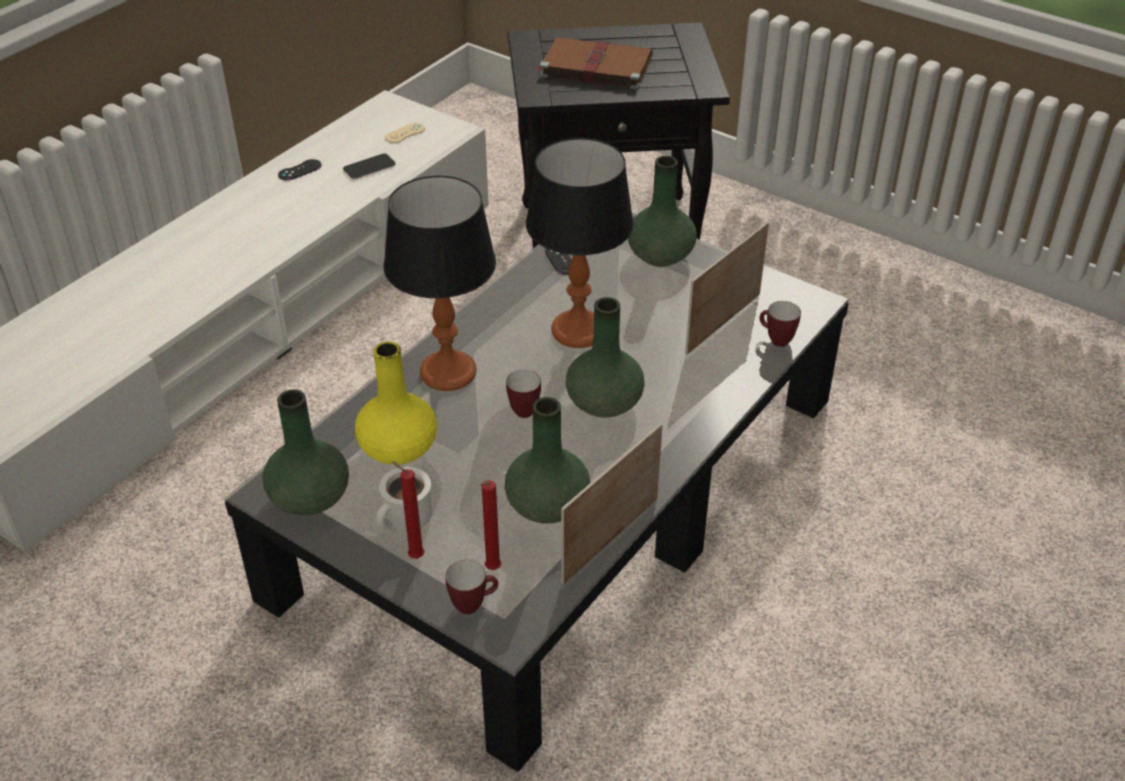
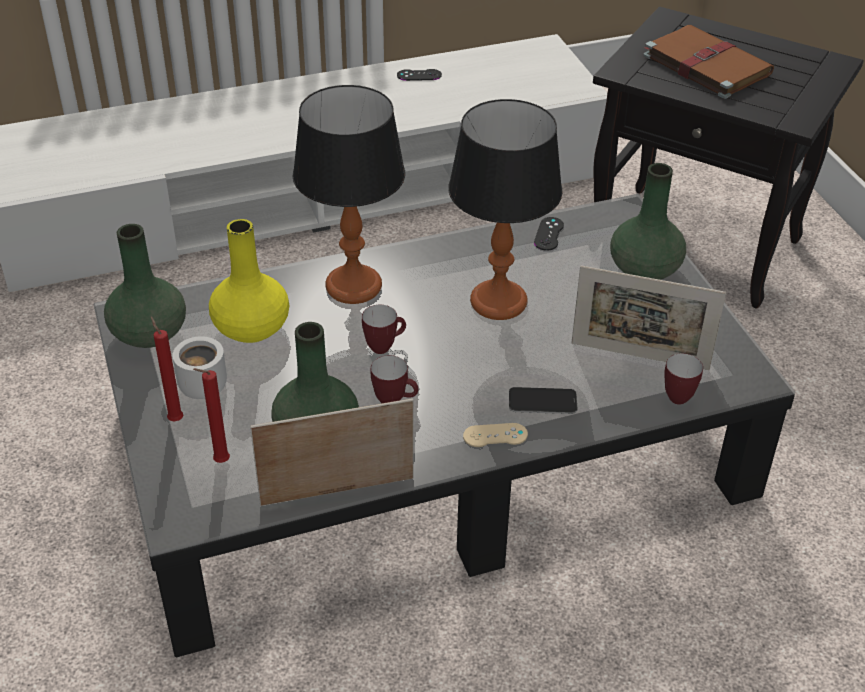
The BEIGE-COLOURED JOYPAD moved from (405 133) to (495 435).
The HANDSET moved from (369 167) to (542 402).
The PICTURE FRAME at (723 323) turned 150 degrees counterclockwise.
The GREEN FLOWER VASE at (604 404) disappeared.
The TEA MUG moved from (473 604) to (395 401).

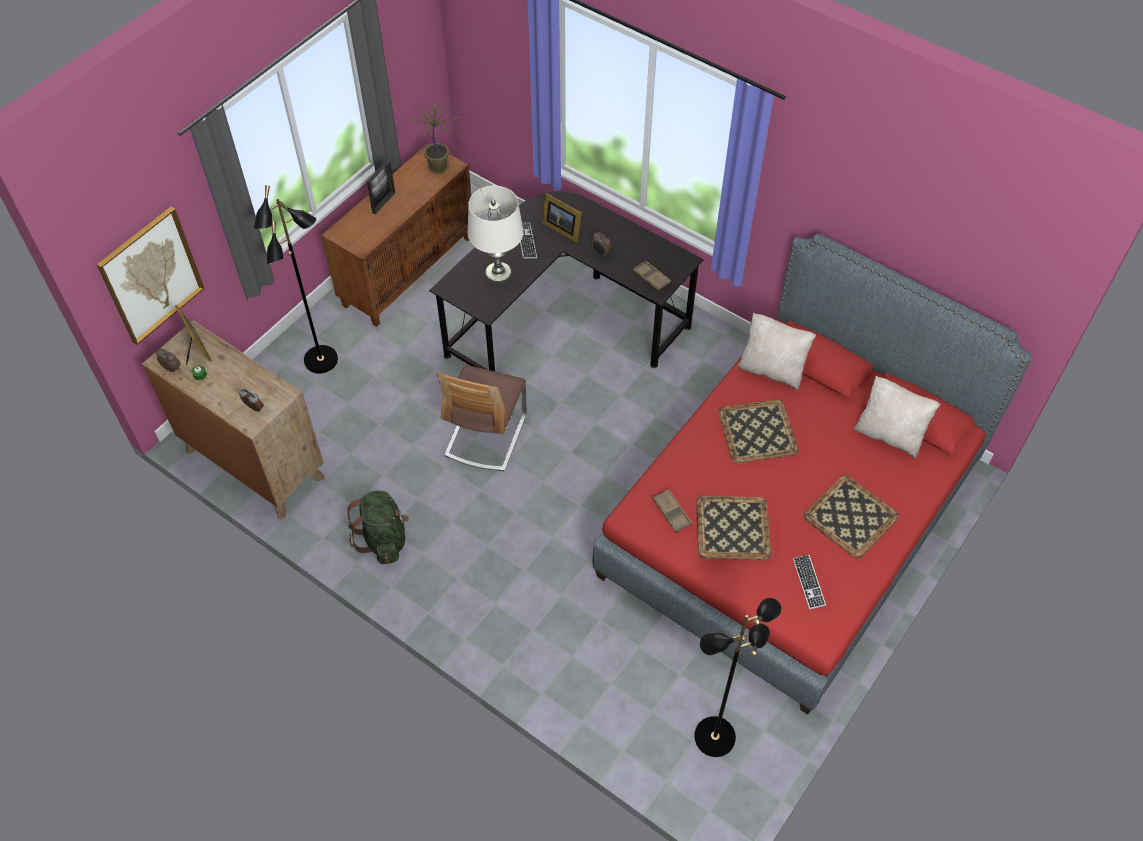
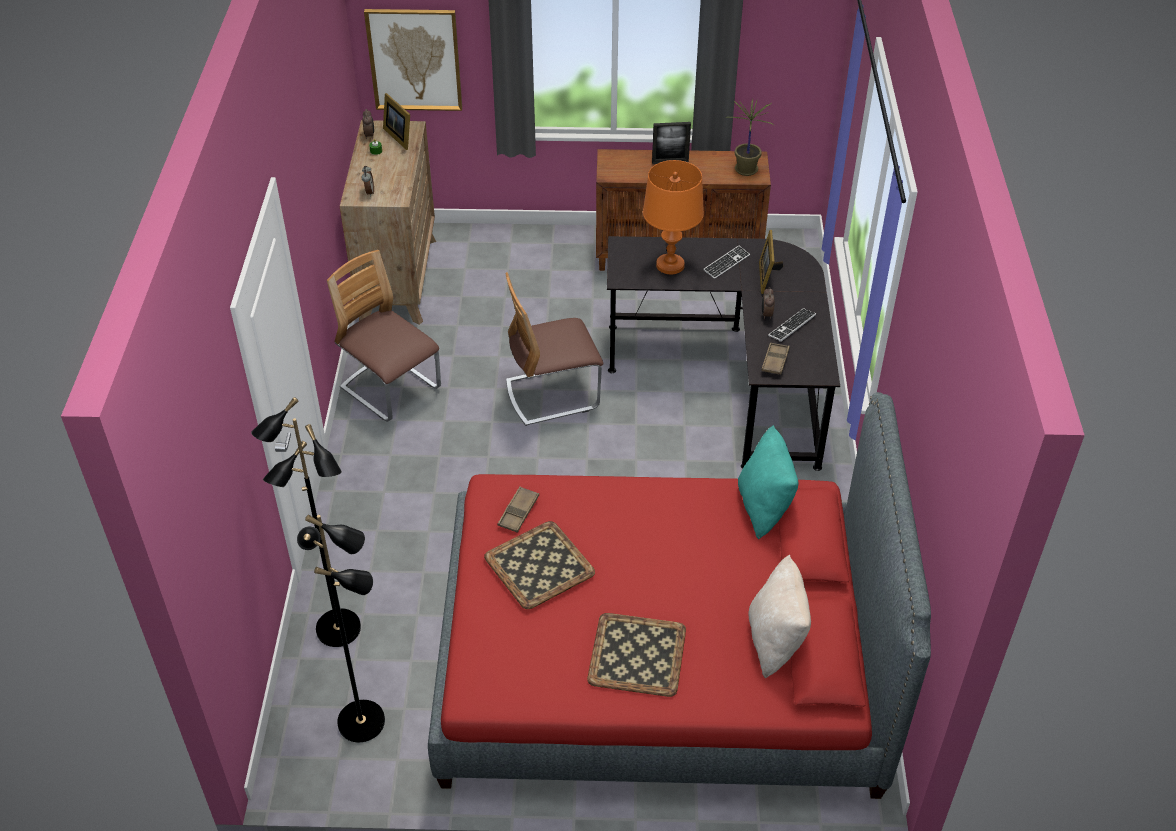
The BLACK FLOOR LAMP moved from (321 361) to (337 630).
The WHITISH LAMP FOR A TABLE at (498 274) became the ORANGE LAMP FOR A TABLE at (670 265).
The PICTURE FRAME at (196 348) turned 120 degrees clockwise.
The BEIGE-COLOURED CUSHION at (771 369) became the TURQUOISE CUSHION at (764 507).
The SERVING TRAY at (757 432) disappeared.
The GREEN BACKPACK at (384 539) was replaced by the UPRIGHT CHAIR at (390 389).
The COMPUTER KEYBOARD moved from (808 582) to (792 326).

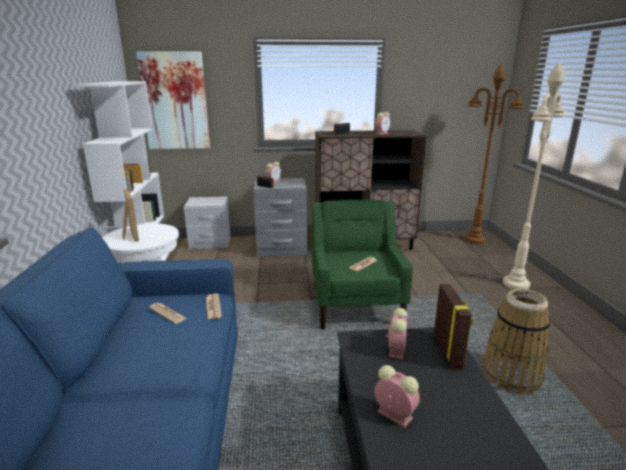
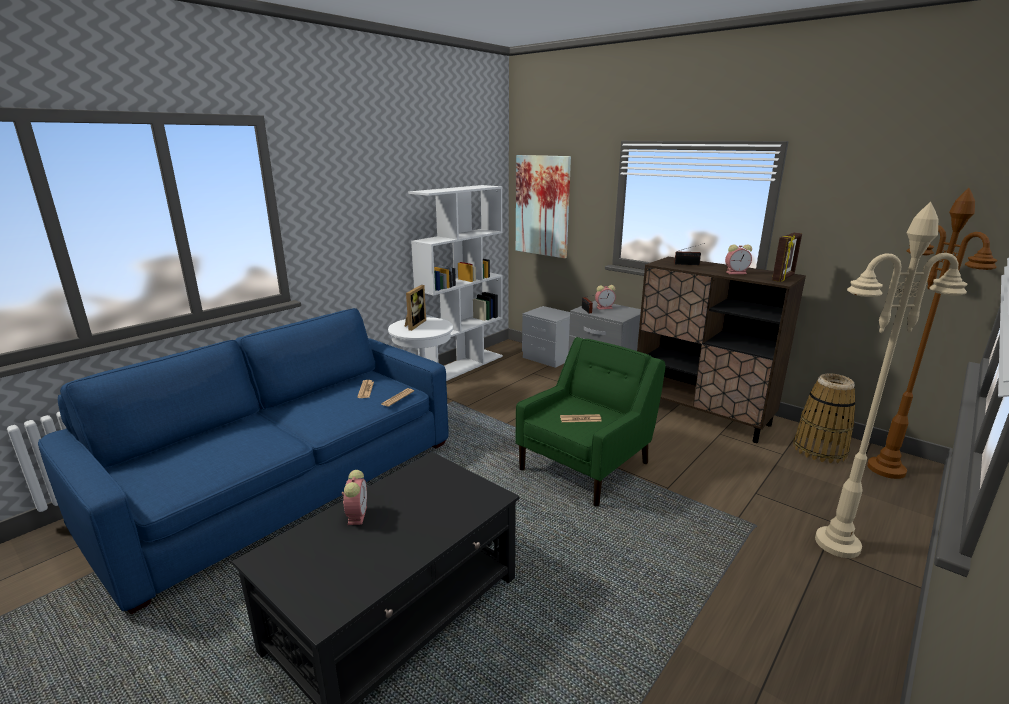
The PICTURE FRAME moved from (448 351) to (783 278).
The STORAGE BASKET moved from (511 375) to (820 450).
The ALARM CLOCK at (396 349) disappeared.

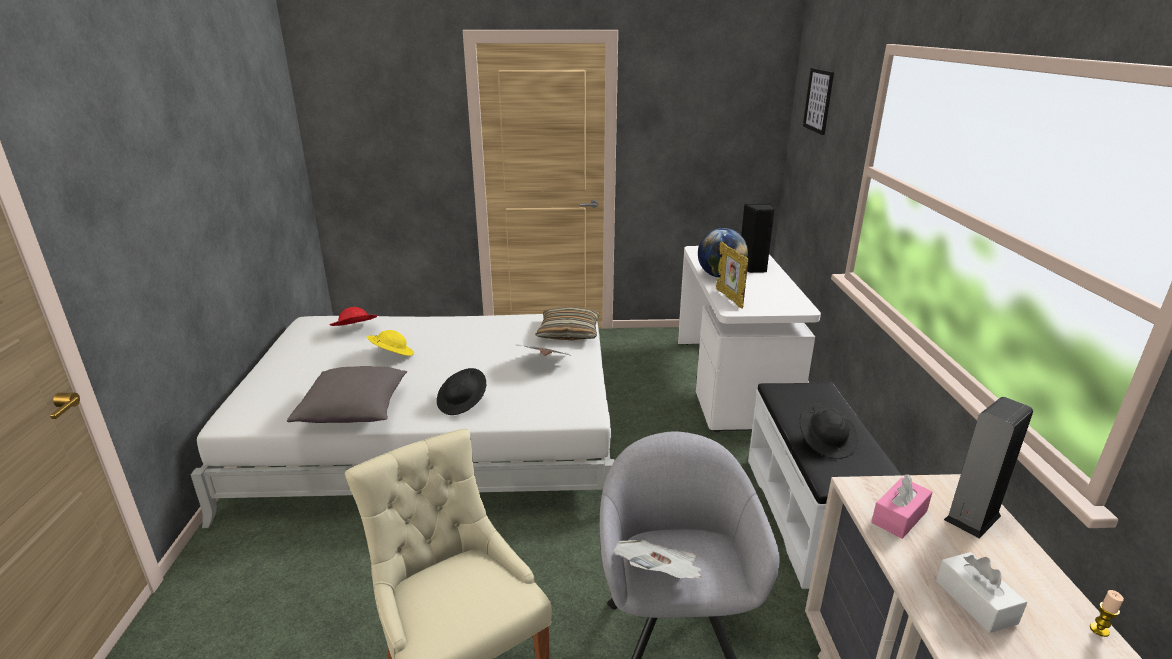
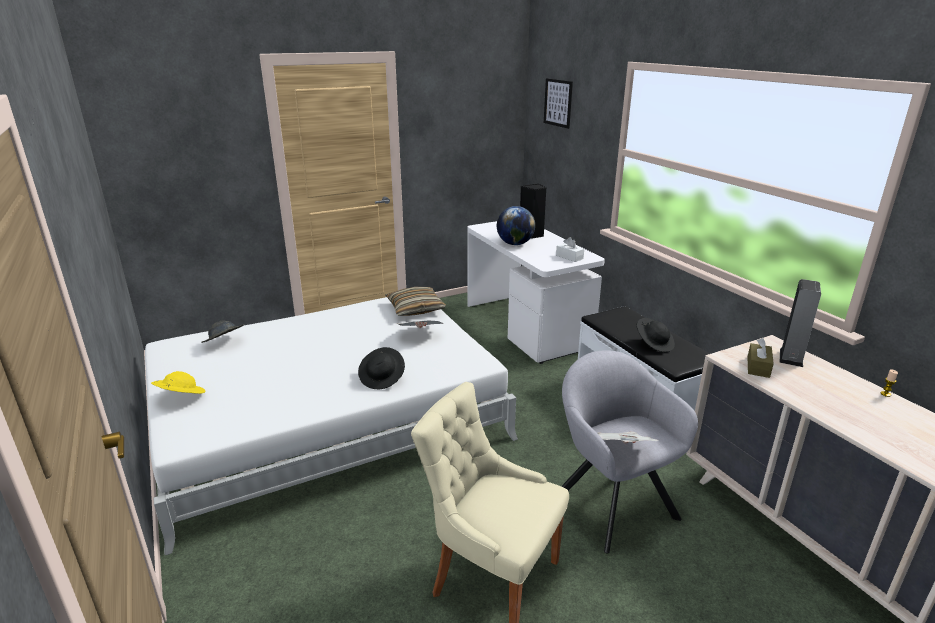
The PICTURE FRAME at (729 299) disappeared.
The REDDISH WEARABLE HAT at (355 330) became the GRAY WEARABLE HAT at (224 343).
The YELLOWISH WEARABLE HAT moved from (391 355) to (180 397).
The GRAY CUSHION at (354 412) disappeared.
The PINK-COLOURED TISSUE HOLDER at (899 517) became the BROWNISH TISSUE HOLDER at (758 367).
The WHITISH TISSUE HOLDER moved from (975 601) to (569 257).

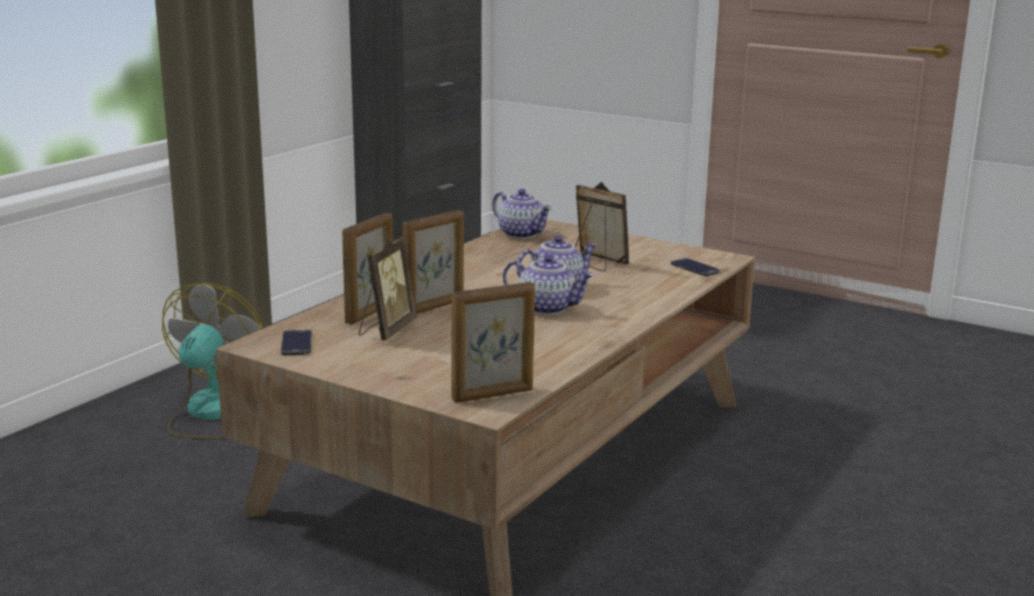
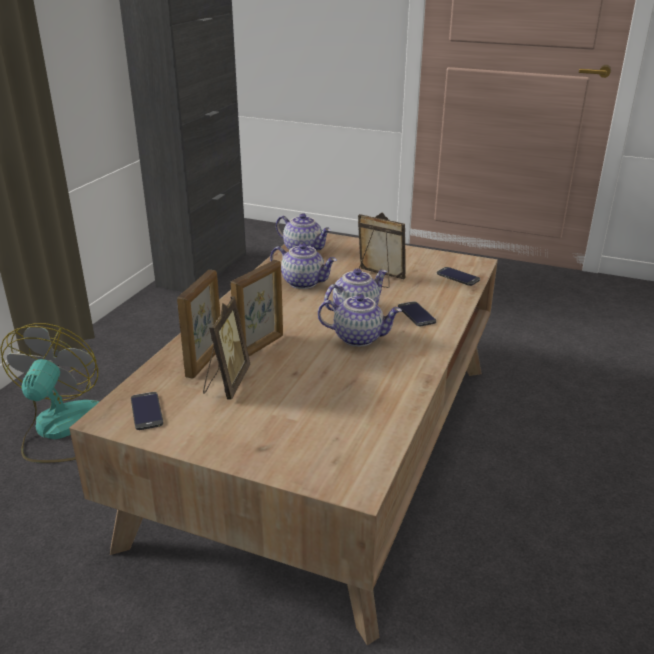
The PICTURE FRAME at (493 395) disappeared.
The TEAPOT at (304 282) appeared.
The HANDSET at (416 314) appeared.

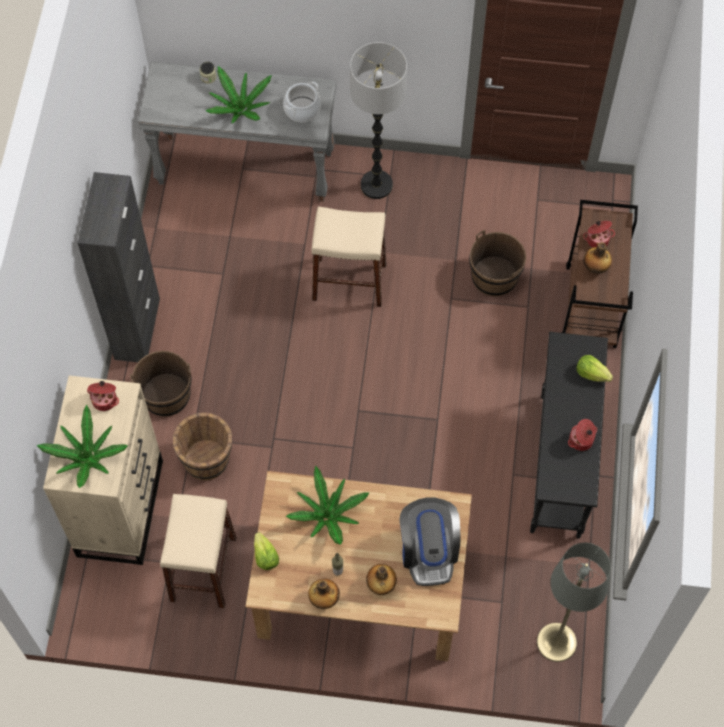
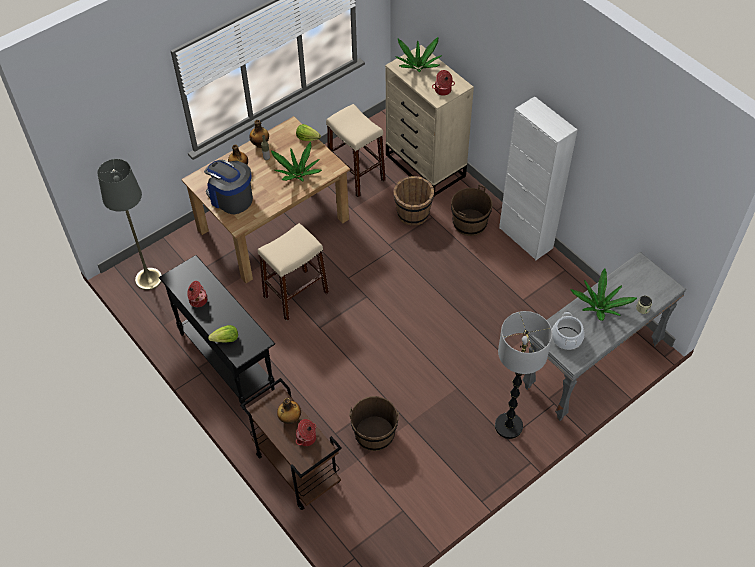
The BLACK STORAGE CABINET at (137 329) became the WHITISH STORAGE CABINET at (525 238).
The BEIGE-COLOURED STOOL moved from (349 282) to (296 294).

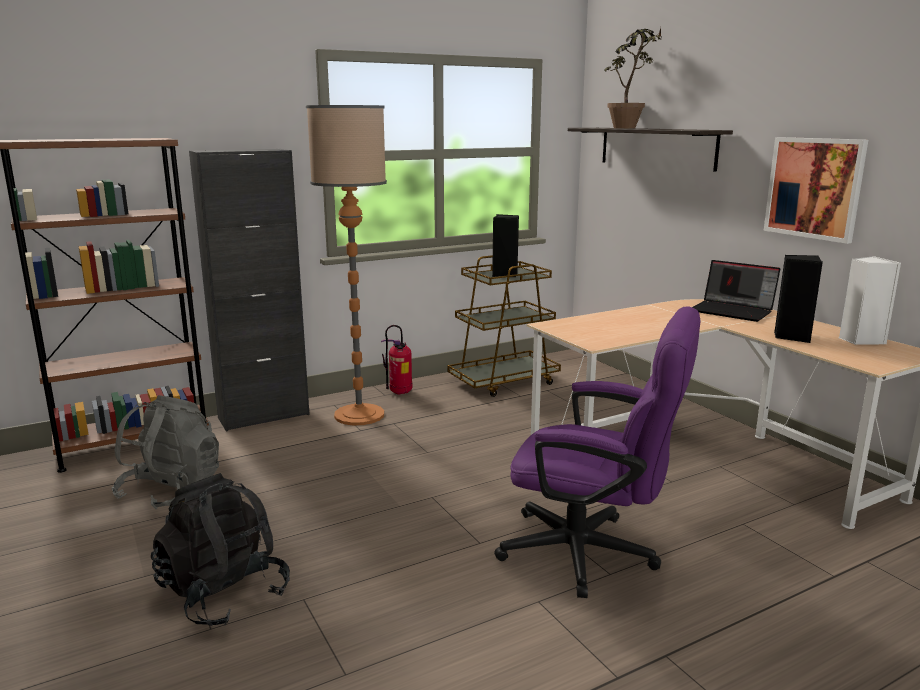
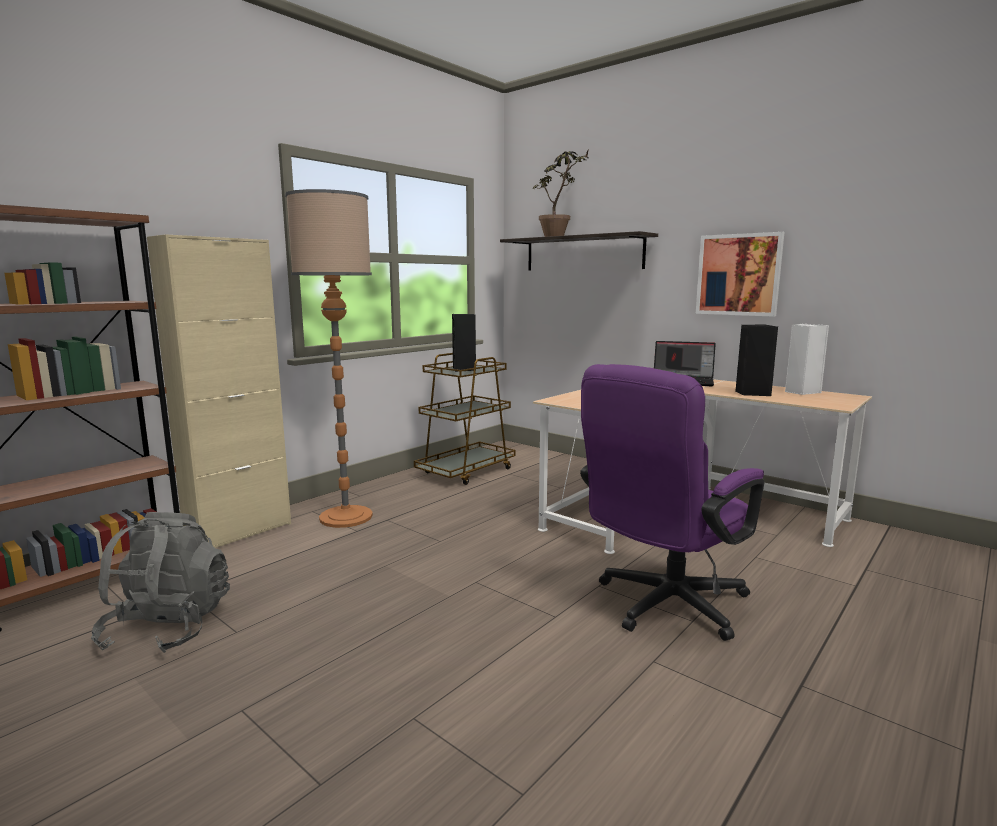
The BLACK STORAGE CABINET at (264 416) became the BEIGE-COLOURED STORAGE CABINET at (239 532).
The PURPLISH COMPUTER CHAIR at (592 554) turned 135 degrees clockwise.
The FIRE EXTINGUISHER at (399 393) disappeared.
The BLACK BACKPACK at (224 594) disappeared.

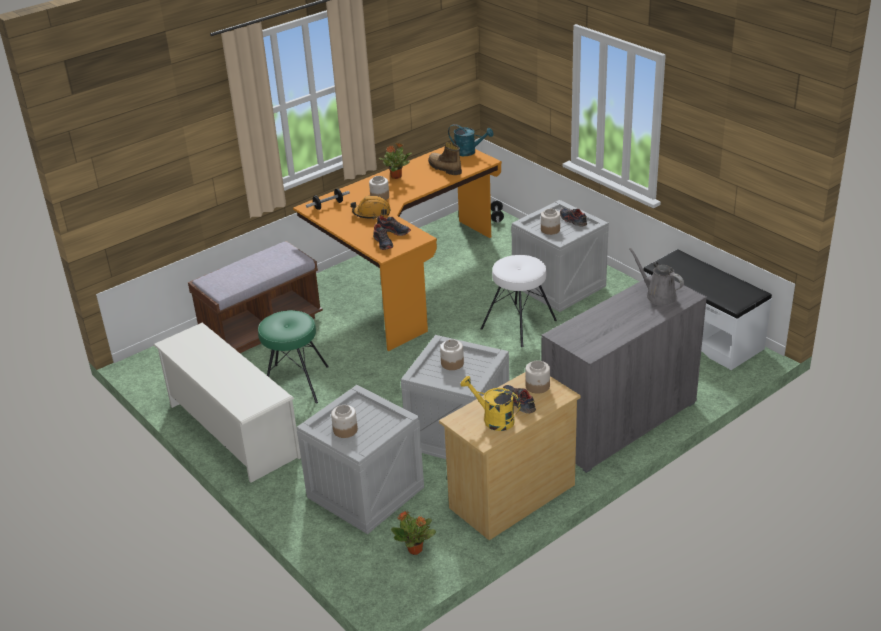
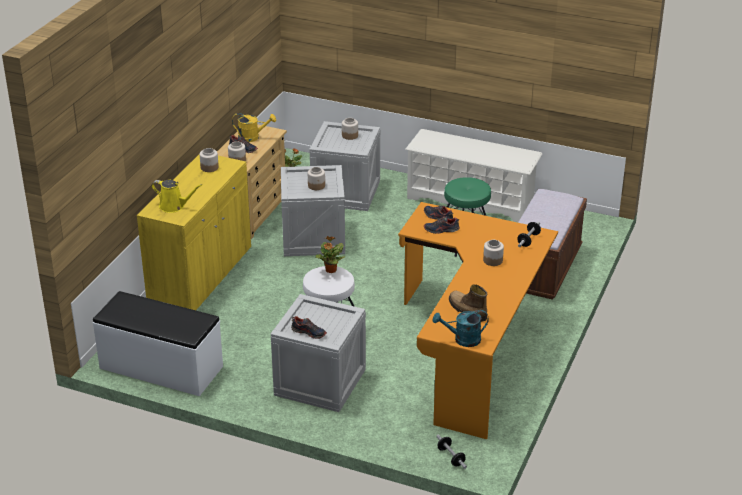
The BOOT at (444 168) turned 150 degrees counterclockwise.
The PLANT IN A POT moved from (396 176) to (330 270).
The ORANGE SAFETY HELMET at (372 213) disappeared.
The JAR moved from (550 230) to (209 167).
The GRAY WATERING POT at (658 296) became the YELLOWISH WATERING POT at (174 206).
The GRAY STORAGE CABINET at (619 422) became the YELLOWISH STORAGE CABINET at (201 276).

